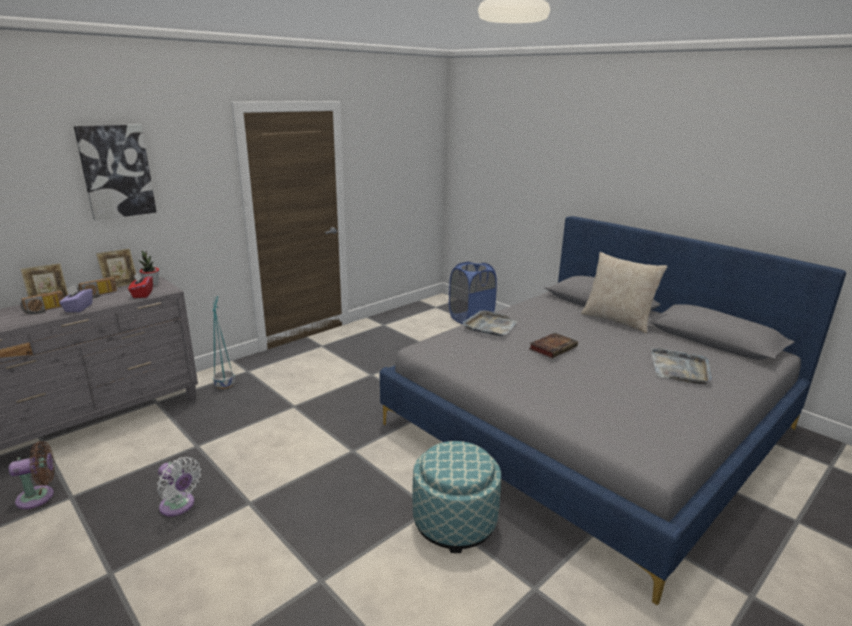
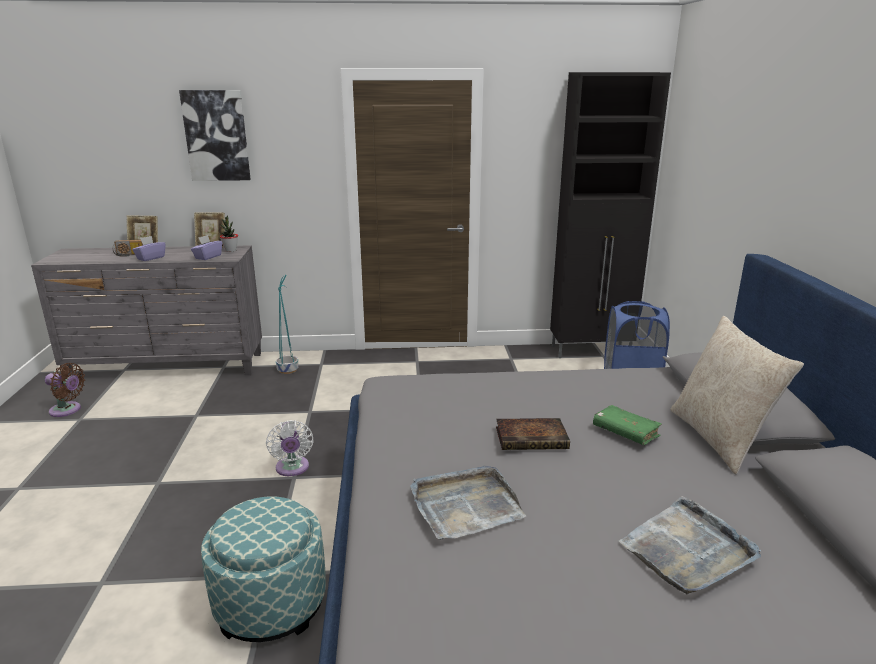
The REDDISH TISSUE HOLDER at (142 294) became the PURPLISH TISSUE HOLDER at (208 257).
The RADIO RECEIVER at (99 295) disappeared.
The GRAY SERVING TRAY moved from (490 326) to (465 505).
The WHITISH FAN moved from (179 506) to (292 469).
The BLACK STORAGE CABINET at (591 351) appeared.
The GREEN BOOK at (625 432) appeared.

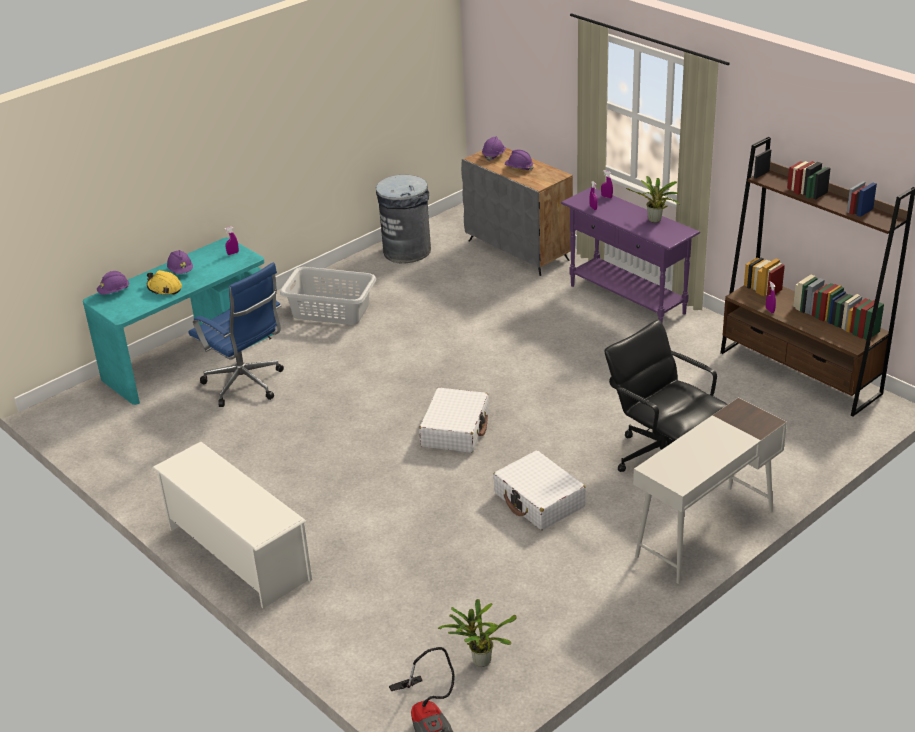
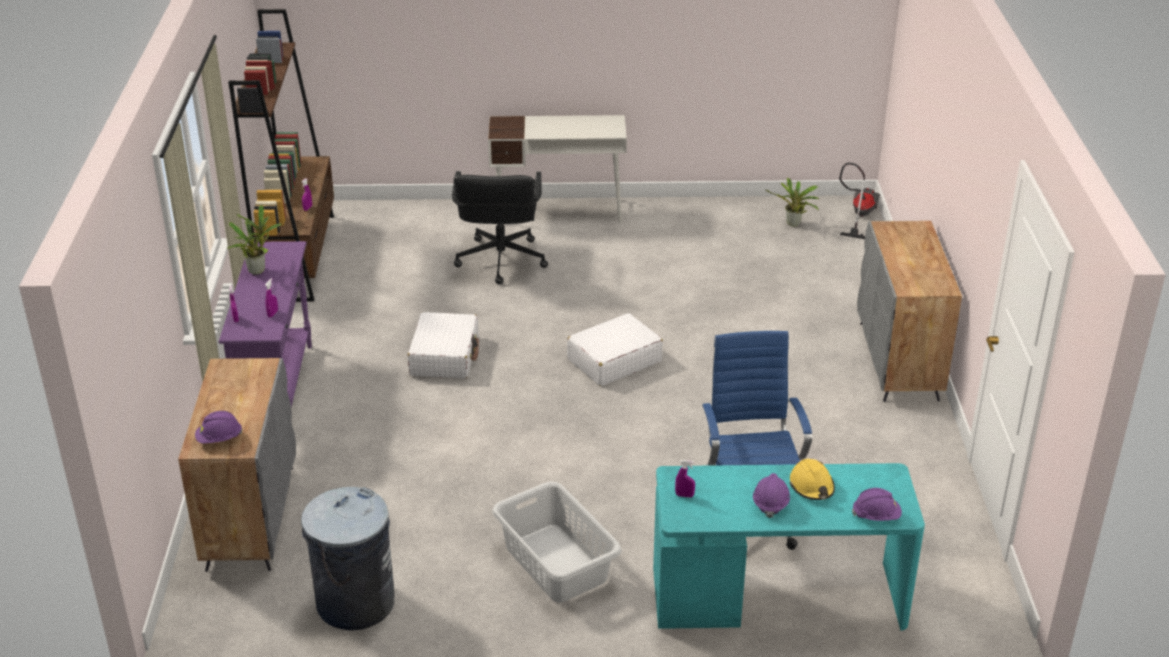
The PURPLISH SAFETY HELMET at (519 168) disappeared.
The WHITISH SHOE SHELF at (237 553) was replaced by the GRAY STORAGE CABINET at (899 361).
The WHITISH PIECE OF LUGGAGE moved from (539 500) to (445 356).

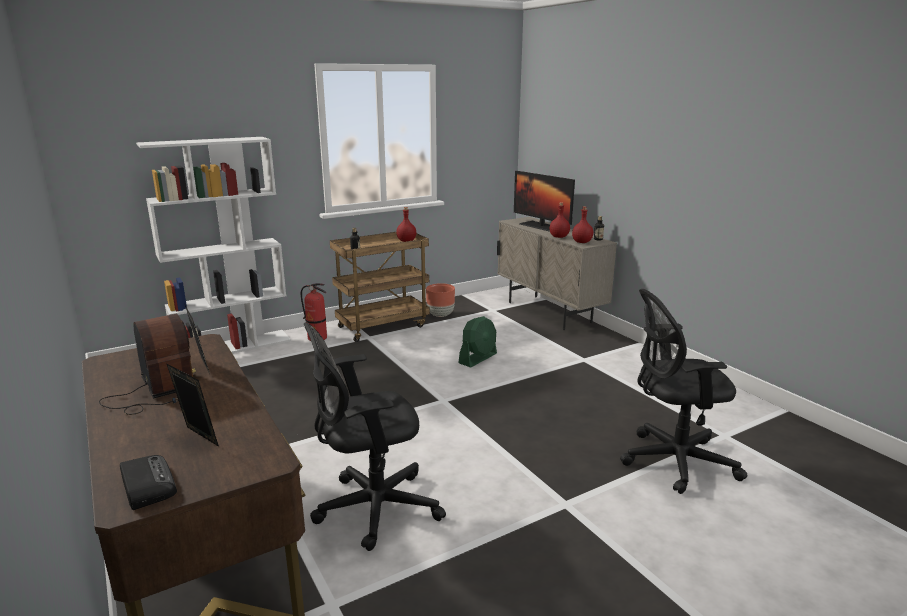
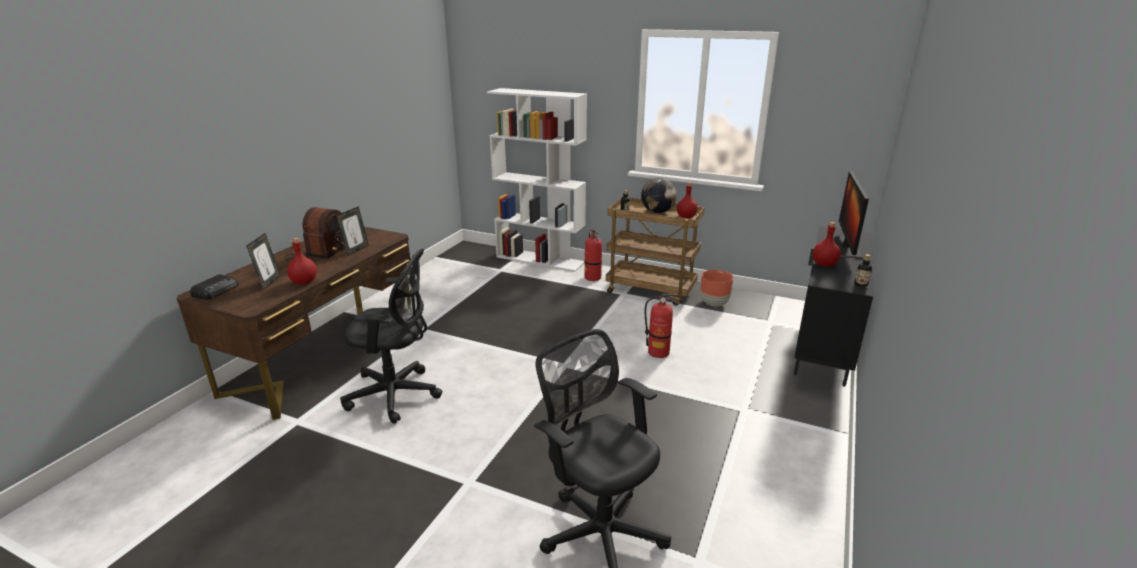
The REDDISH BEVERAGE BOTTLE moved from (581 242) to (305 282).
The BEIGE-COLOURED STORAGE CABINET at (549 312) became the BLACK STORAGE CABINET at (822 352).
The GREEN FAN at (478 358) was replaced by the FIRE EXTINGUISHER at (658 352).
The BLACK COMPUTER CHAIR at (371 508) turned 150 degrees clockwise.
The DESK GLOBE at (657 212) appeared.

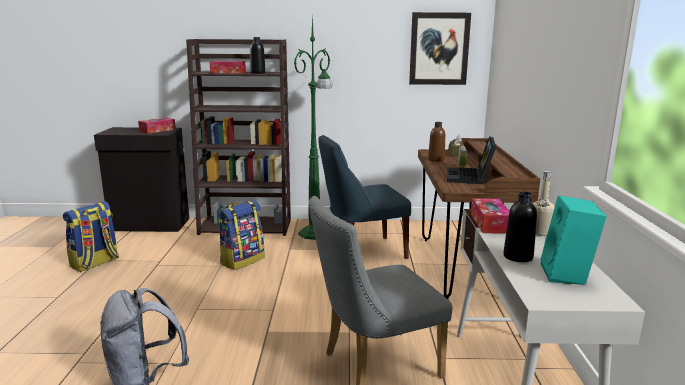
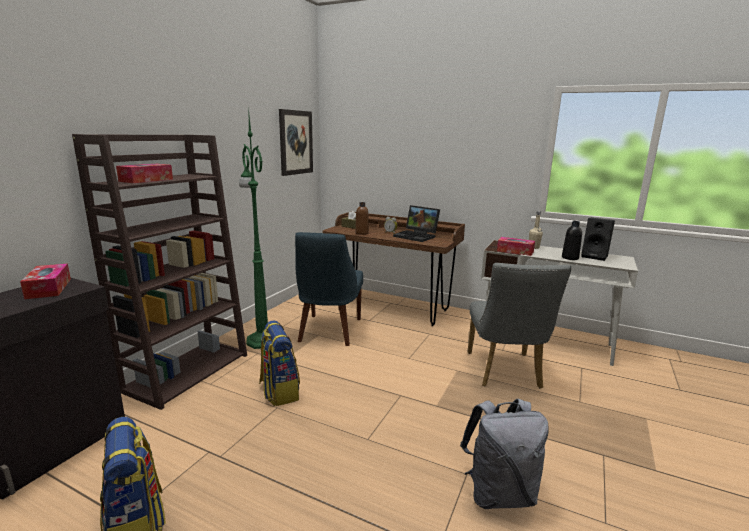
The BLACK BEVERAGE BOTTLE at (258 73) disappeared.
The TURQUOISE LOUDSPEAKER at (568 275) became the BLACK LOUDSPEAKER at (595 256).

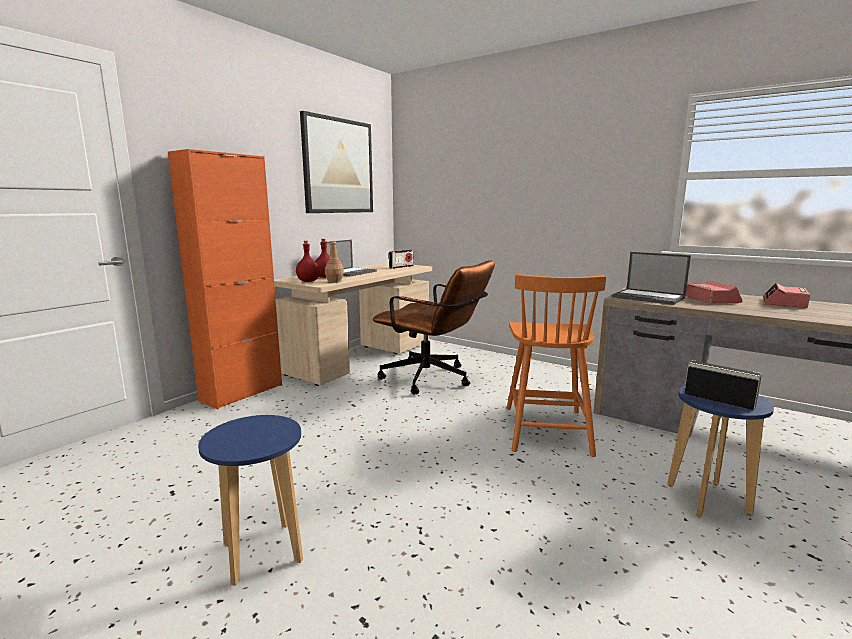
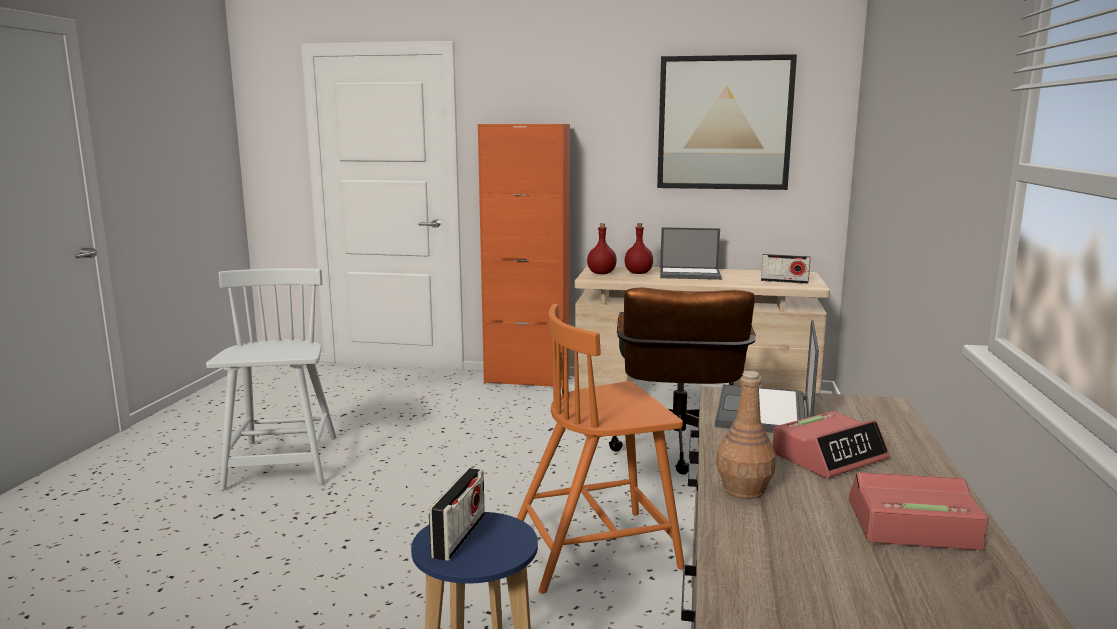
The BROWNISH BEVERAGE BOTTLE moved from (334 281) to (743 490).
The BLUISH STOOL at (262 552) was replaced by the WHITISH UPRIGHT CHAIR at (283 464).

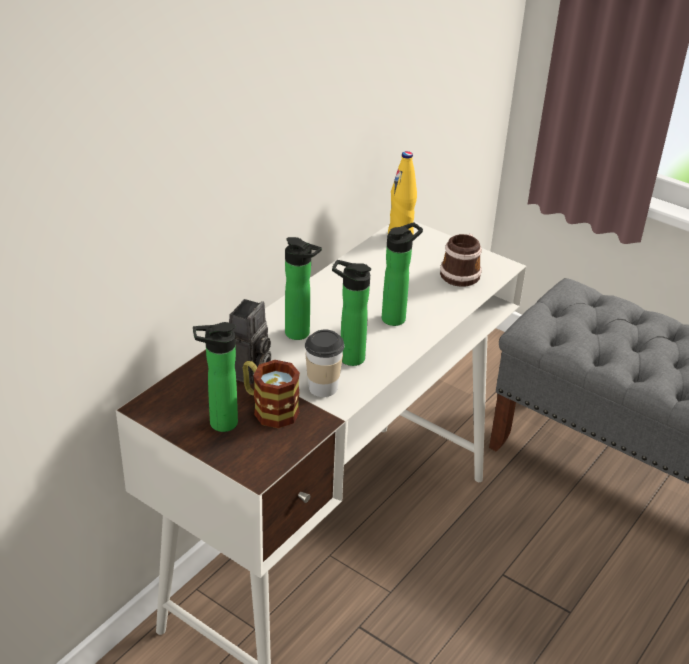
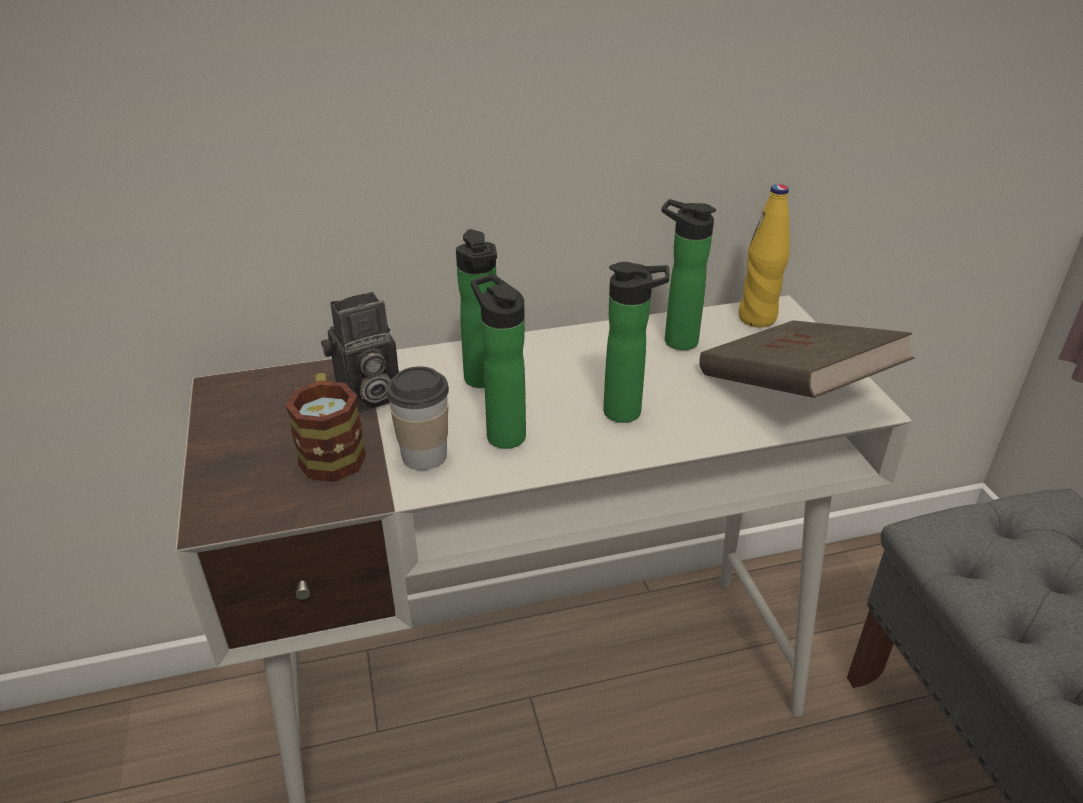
The TEA MUG at (461 273) was replaced by the BROWNISH BOOK at (793 392).
The BEVERAGE BOTTLE moved from (219 423) to (675 340).

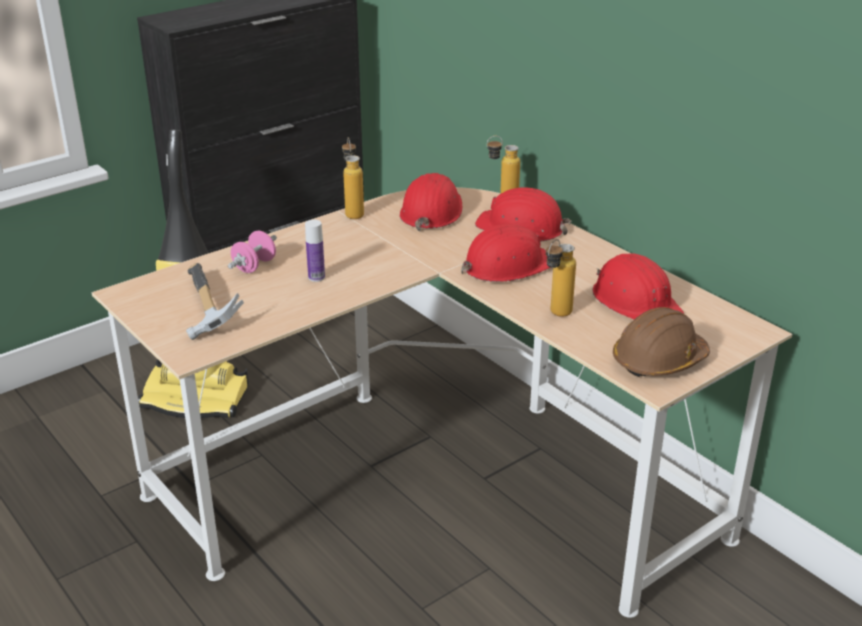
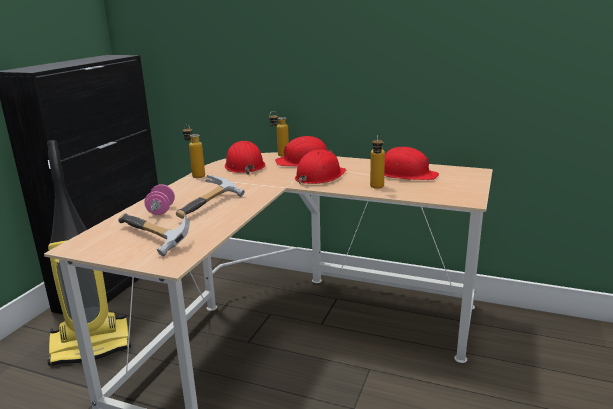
The BEVERAGE BOTTLE at (316 277) was replaced by the HAMMER at (212 206).
The BROWNISH SAFETY HELMET at (659 360) disappeared.

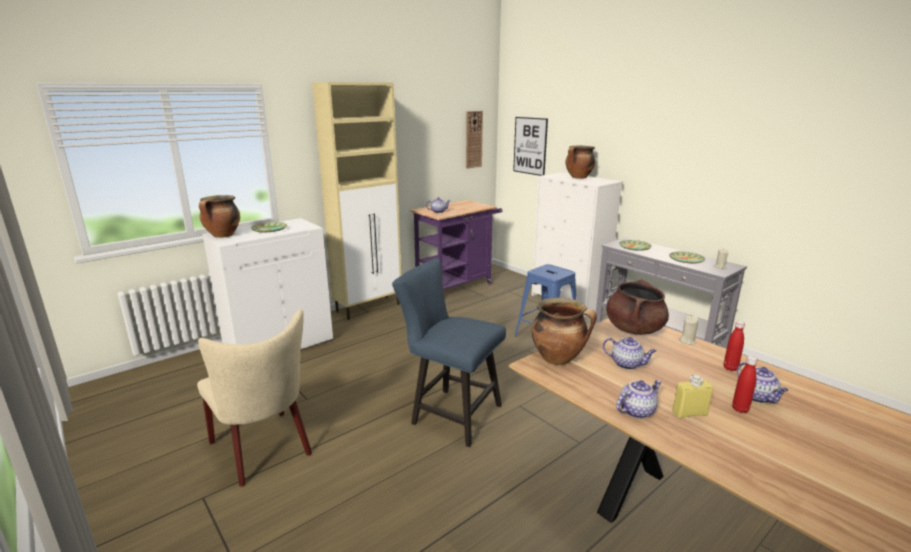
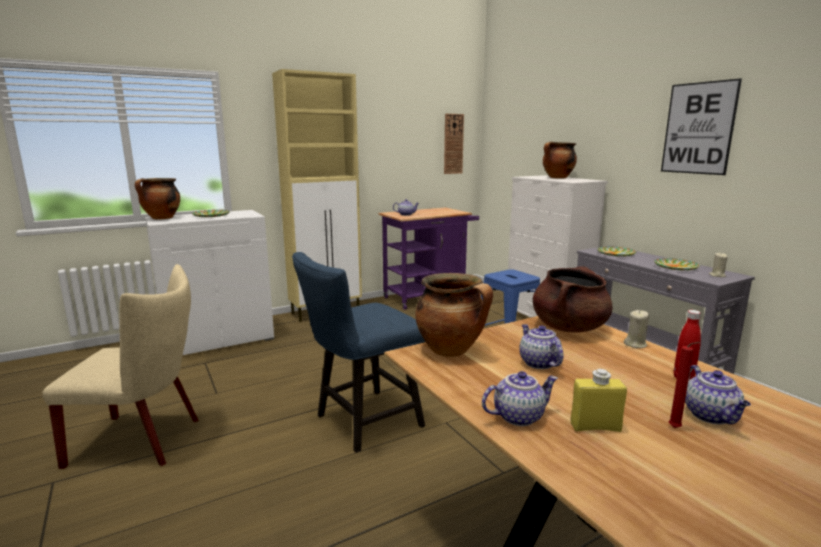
The WALL PICTURE moved from (530 146) to (698 128).
The BLUISH UPRIGHT CHAIR at (450 413) turned 75 degrees counterclockwise.
The BEIGE-COLOURED UPRIGHT CHAIR at (264 450) turned 60 degrees counterclockwise.
The TEAPOT at (627 364) turned 150 degrees counterclockwise.
The REDDISH BEVERAGE BOTTLE at (740 409) was replaced by the REDDISH CANDLE at (676 429).

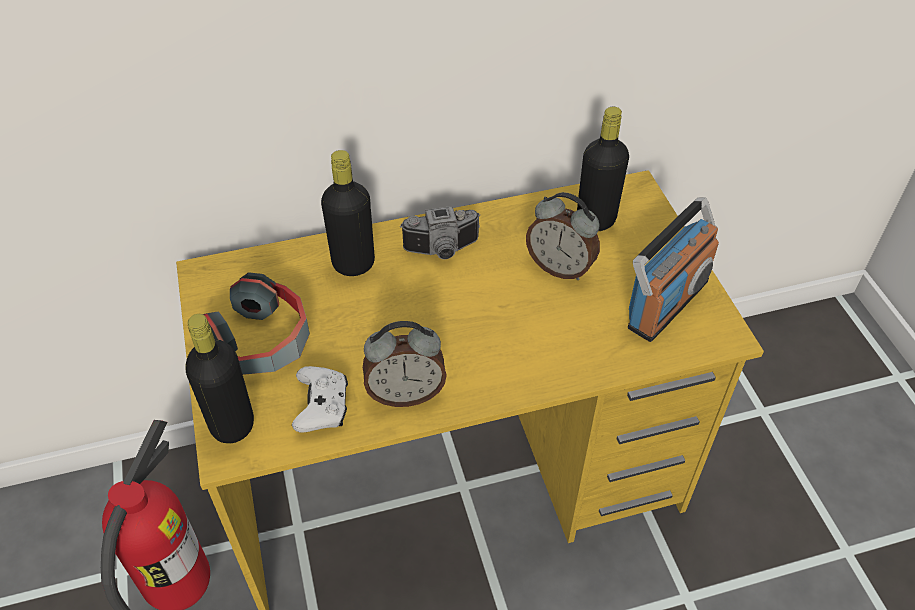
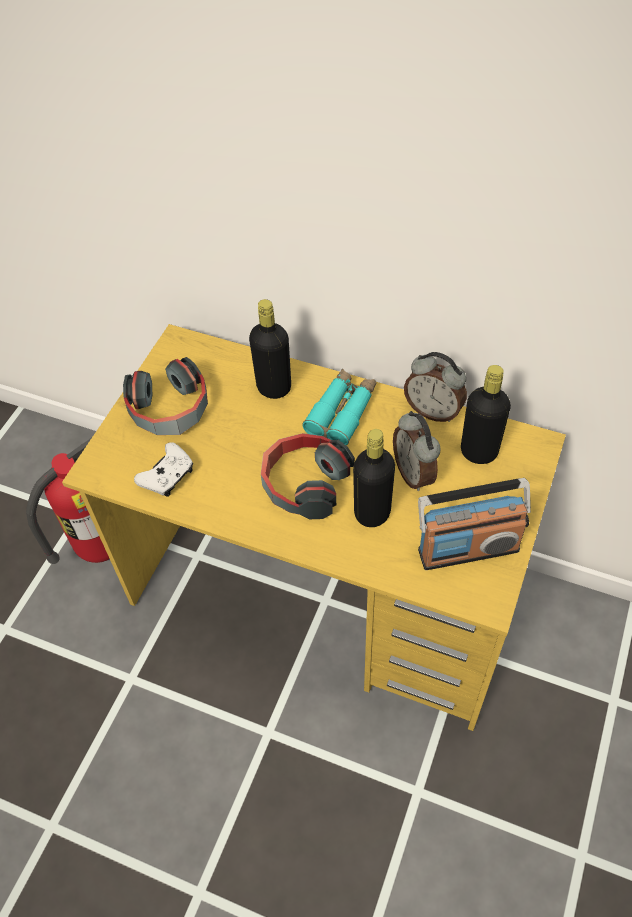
The PHOTO CAMERA at (443 251) was replaced by the TURQUOISE PAIR OF BINOCULARS at (342 412).
The BLACK BEVERAGE BOTTLE moved from (232 425) to (372 512).
The ALARM CLOCK moved from (405 393) to (433 411).
The HEADSET at (304 483) appeared.

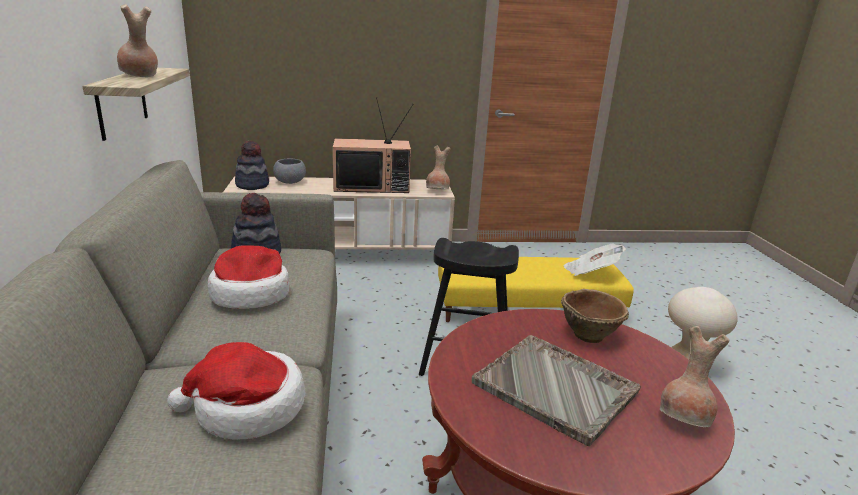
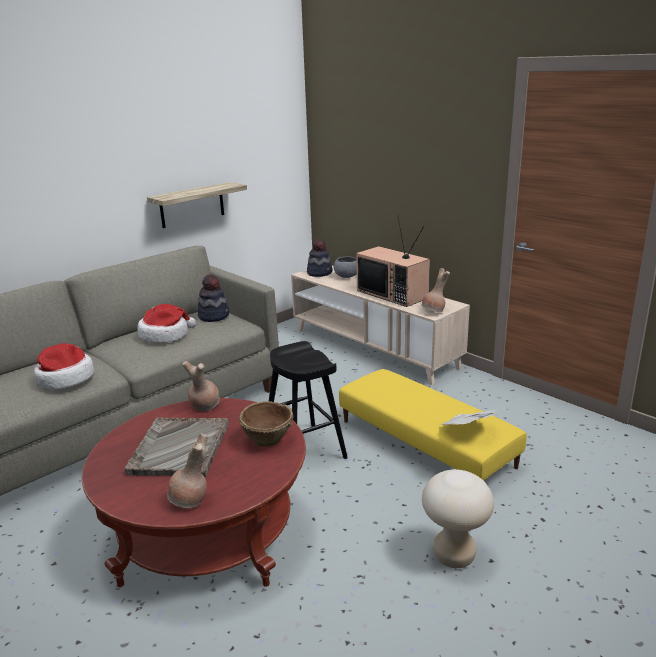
The BROWNISH FLOWER VASE moved from (139 76) to (204 406).

